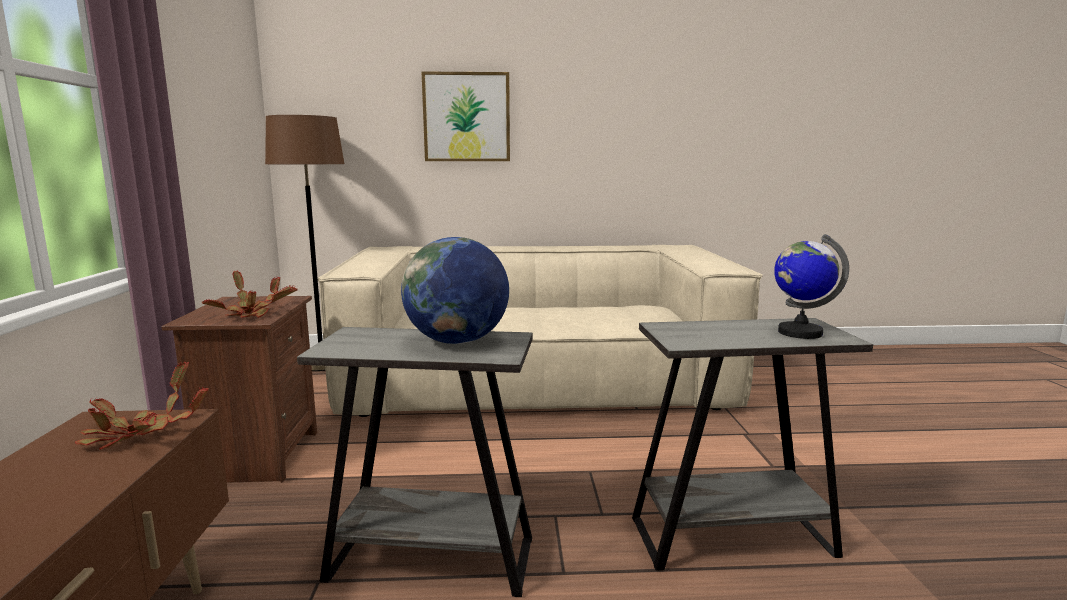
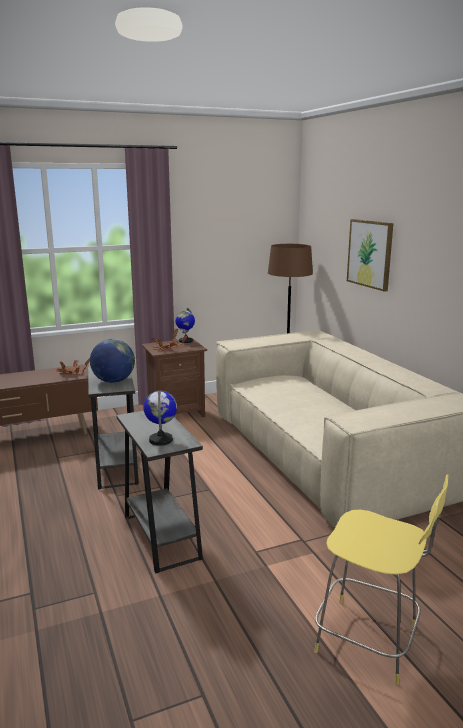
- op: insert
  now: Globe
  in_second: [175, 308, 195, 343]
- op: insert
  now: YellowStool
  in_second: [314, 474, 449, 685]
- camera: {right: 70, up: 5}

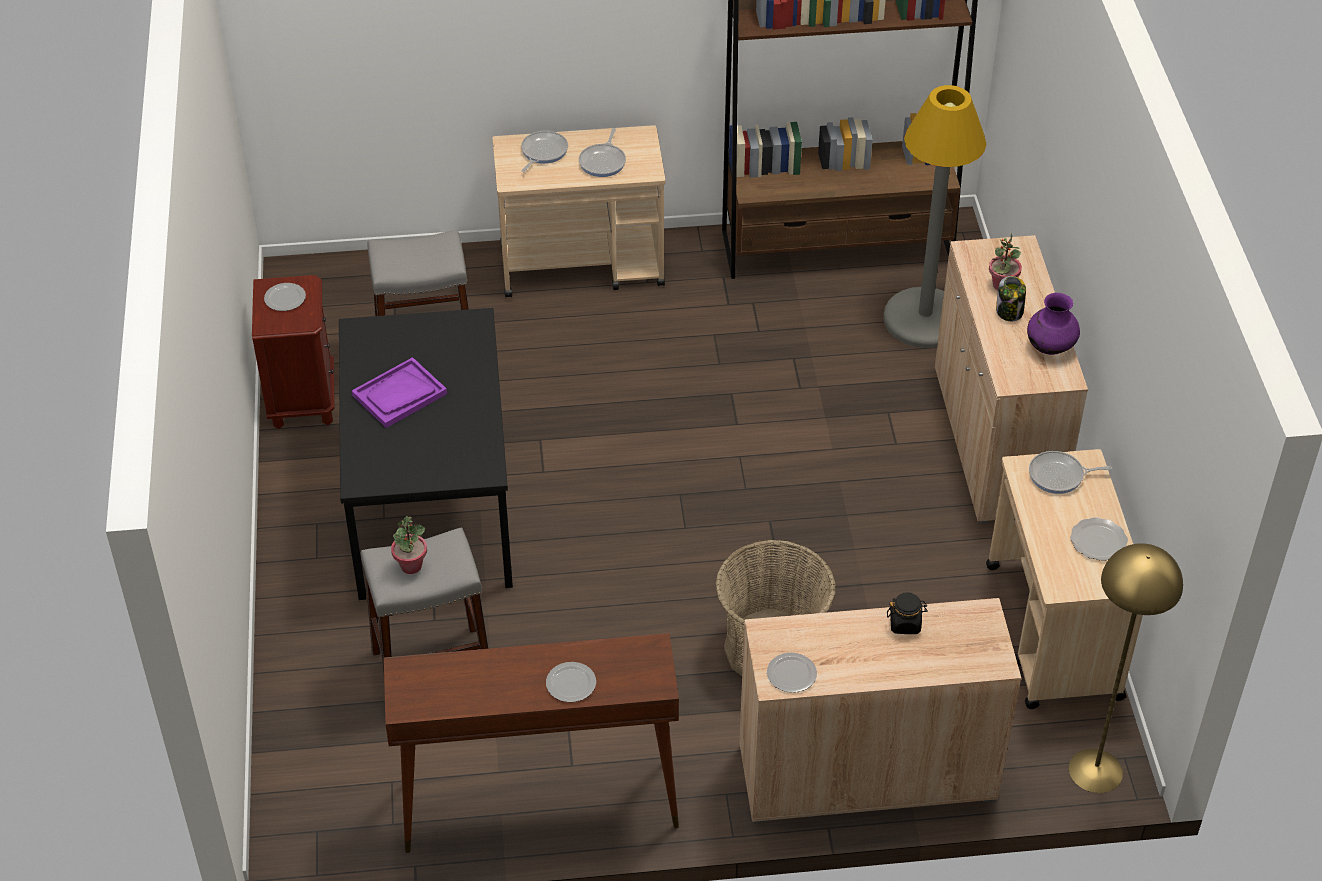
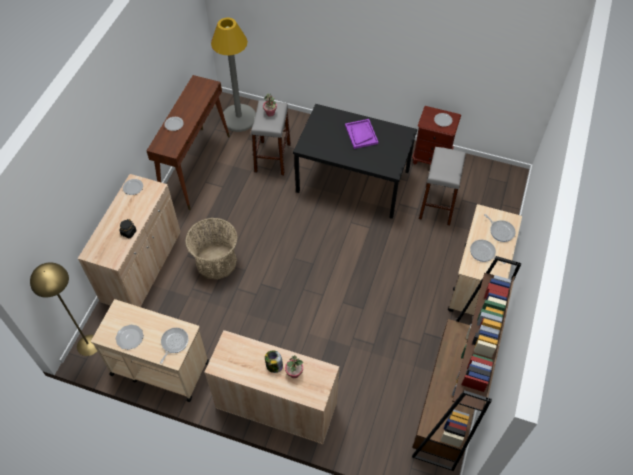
- op: move
  was: GreyFloorLamp
  in_first: [883, 85, 987, 348]
  in_second: [211, 18, 256, 132]
- op: delete
  was: PurpleVase
  in_first: [1027, 293, 1080, 355]
- camera: {right: 115, up: 10}

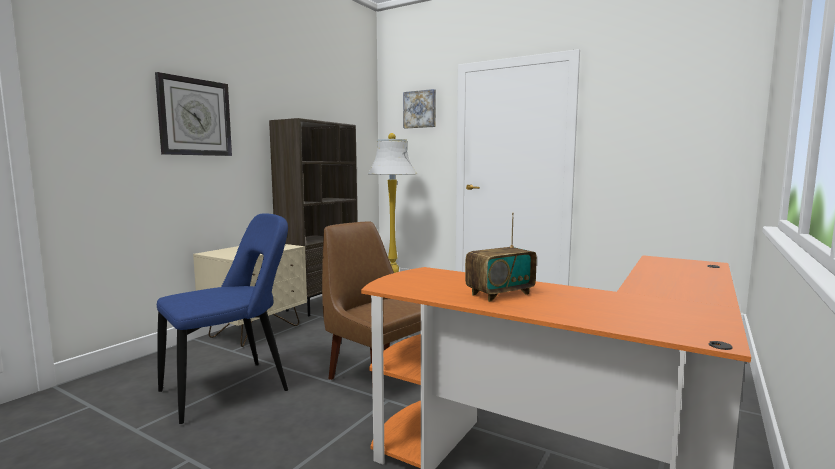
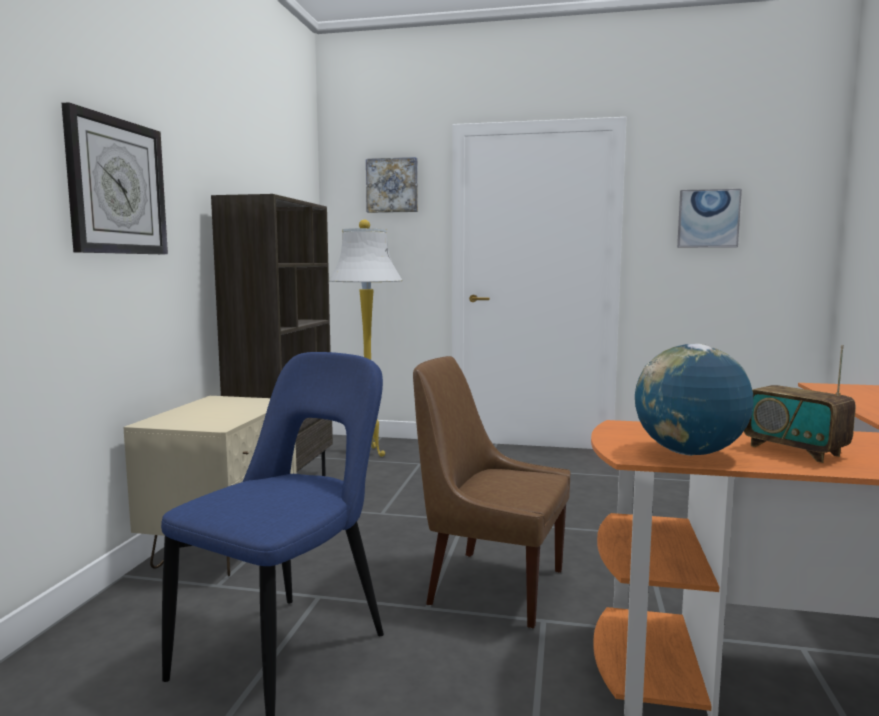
- op: rotate
  was: Radio
  in_first: [465, 213, 537, 302]
  in_second: [744, 345, 856, 463]
  clockwise: 105
- op: insert
  now: Globe
  in_second: [635, 344, 754, 455]
- op: insert
  now: Picture
  in_second: [677, 189, 742, 248]
- camera: {right: -20, up: 0}

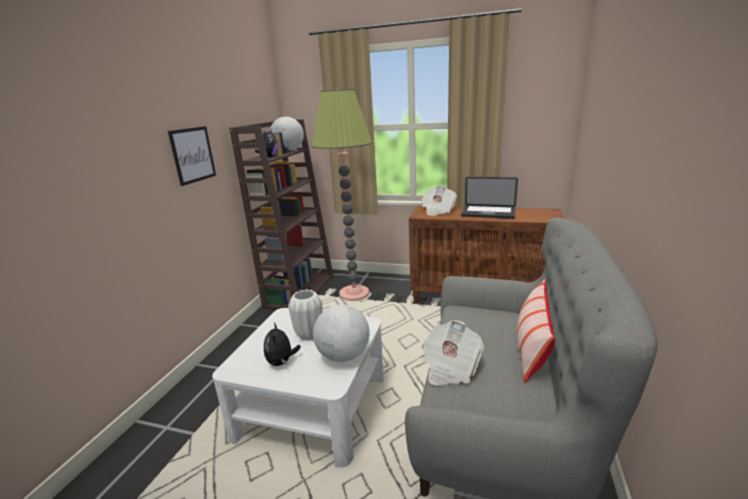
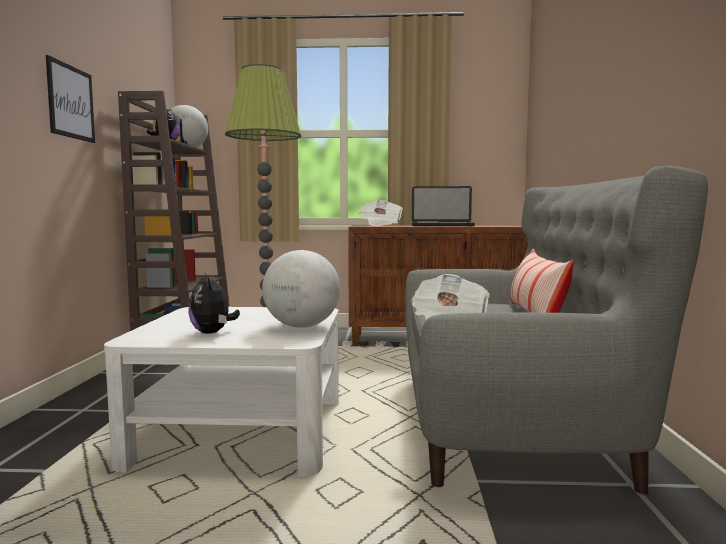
- op: delete
  was: WhiteVase
  in_first: [288, 290, 323, 341]
- camera: {right: -15, up: -15}

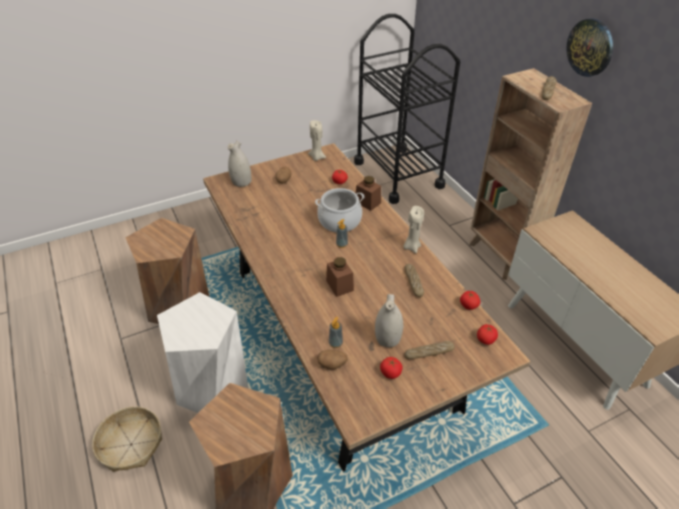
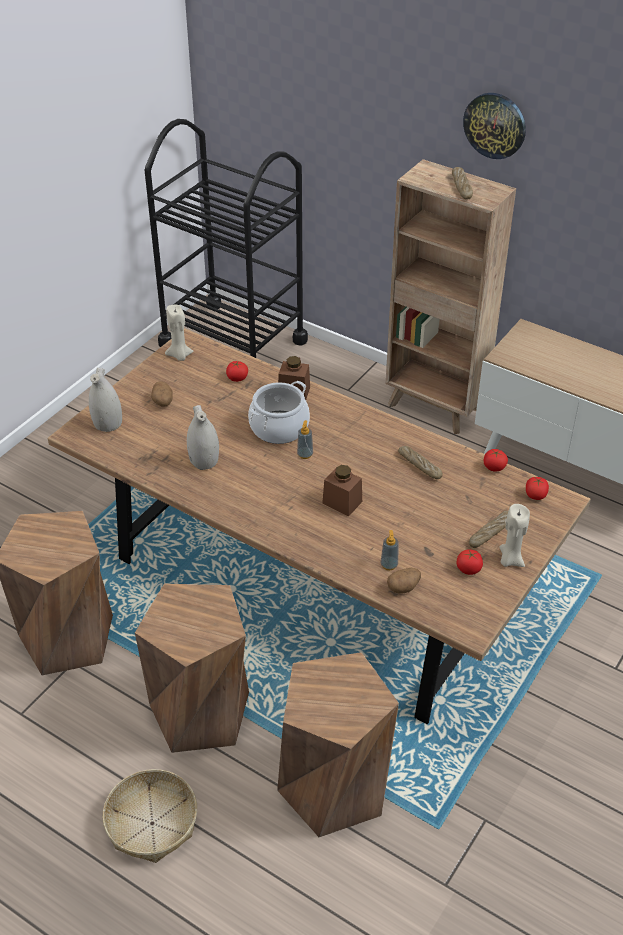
- op: recolor
  was: WhiteStool
  now: BrownStool
  in_first: [157, 292, 248, 413]
  in_second: [135, 584, 249, 753]
- op: move
  was: WhiteVase
  in_first: [375, 294, 403, 347]
  in_second: [187, 405, 219, 470]
- op: move
  was: BeigeCandle
  in_first: [404, 206, 424, 253]
  in_second: [499, 504, 530, 567]
- camera: {right: -30, up: 0}

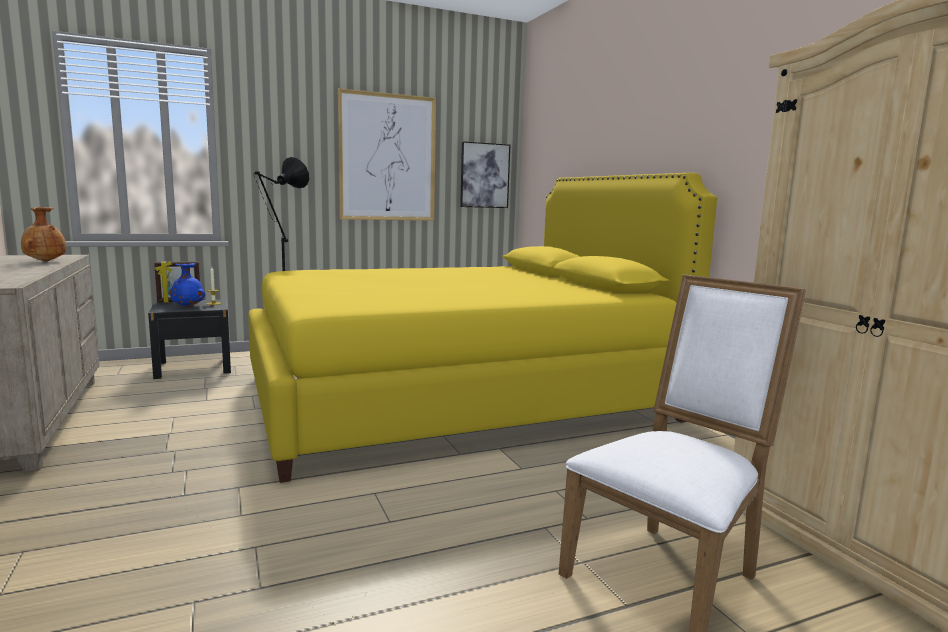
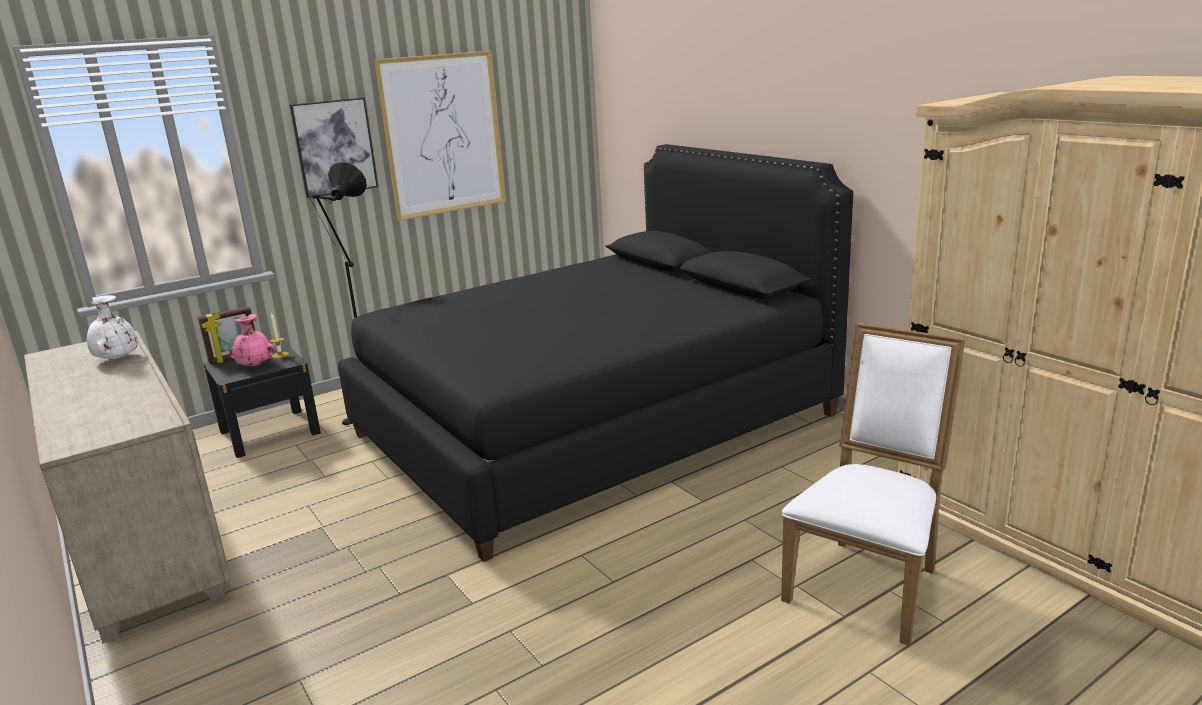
- op: recolor
  was: BrownVase
  now: WhiteVase
  in_first: [21, 207, 66, 262]
  in_second: [87, 295, 138, 359]
- op: recolor
  was: BlueVase
  now: PinkVase
  in_first: [169, 263, 205, 307]
  in_second: [229, 314, 275, 366]
- op: recolor
  was: YellowBed
  now: BlackBed
  in_first: [248, 173, 717, 483]
  in_second: [338, 144, 853, 562]
- op: move
  was: Picture
  in_first: [460, 141, 510, 208]
  in_second: [290, 97, 378, 198]
- camera: {right: -10, up: 10}

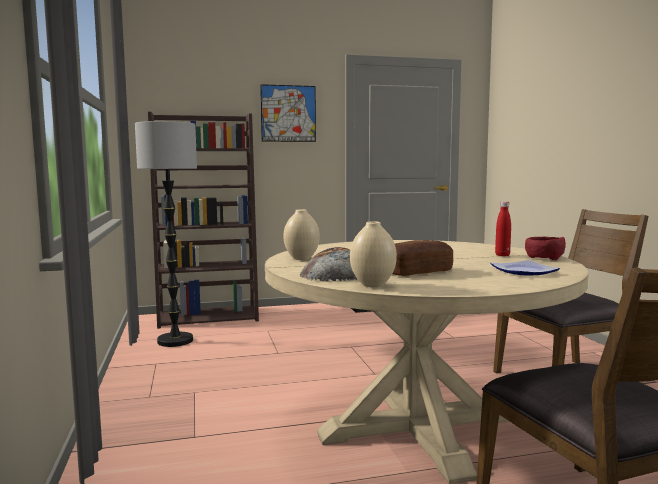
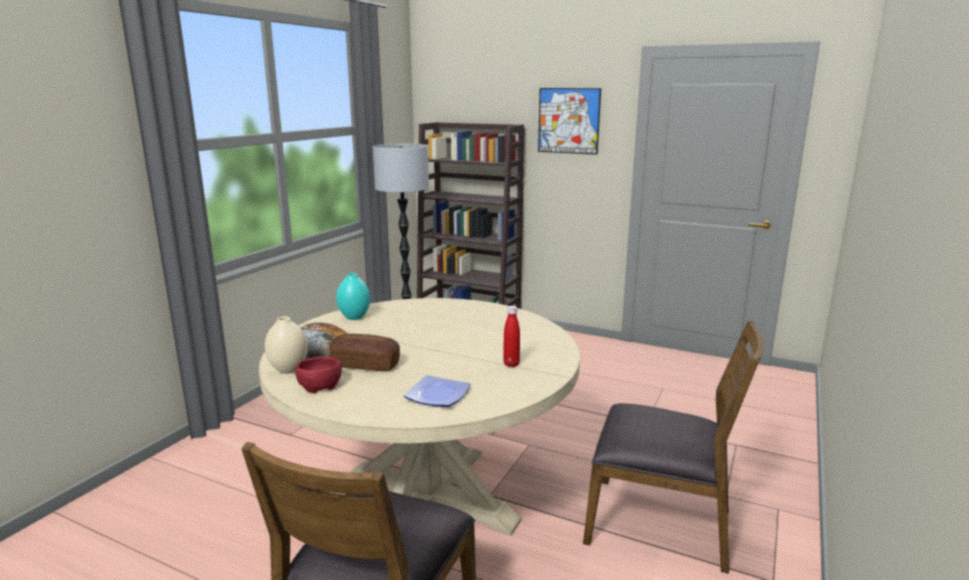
- op: recolor
  was: BeigeVase
  now: TurquoiseVase
  in_first: [283, 209, 320, 260]
  in_second: [336, 273, 370, 320]
- op: move
  was: RedBowl
  in_first: [525, 237, 566, 260]
  in_second: [295, 357, 342, 393]
- camera: {right: 40, up: 10}

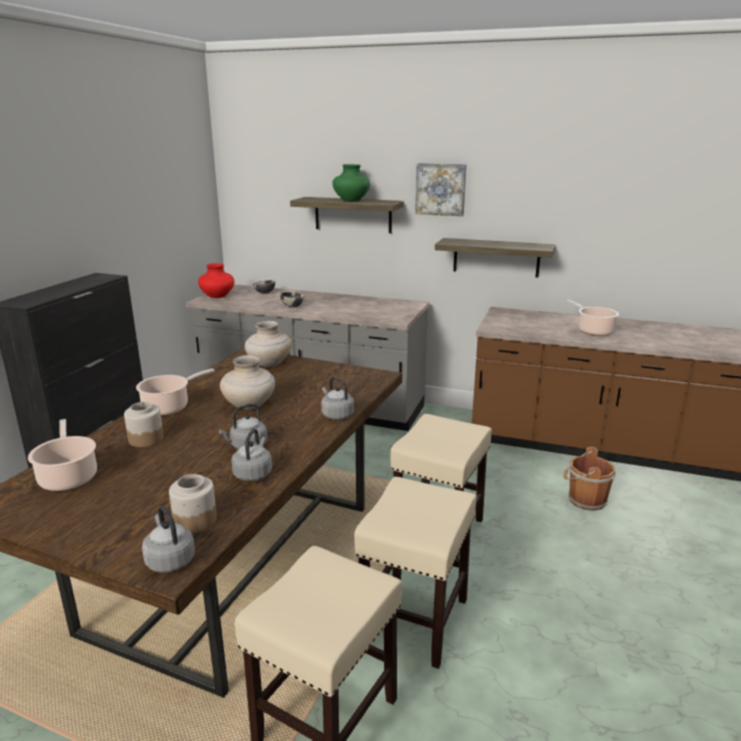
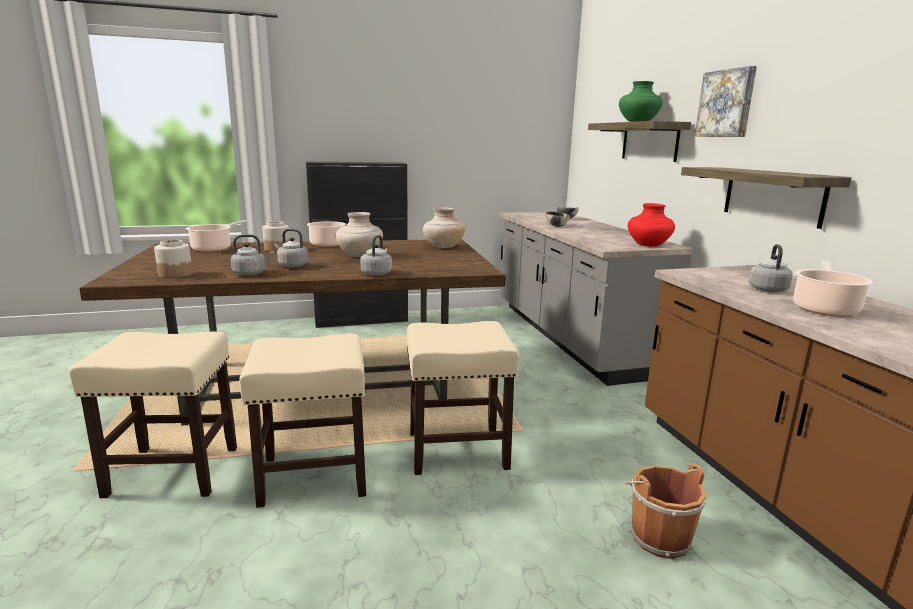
- op: move
  was: GreyKettle
  in_first: [142, 506, 195, 573]
  in_second: [749, 244, 793, 292]
- op: move
  was: RedVase
  in_first: [198, 263, 234, 298]
  in_second: [628, 203, 675, 247]
- camera: {right: 55, up: -5}

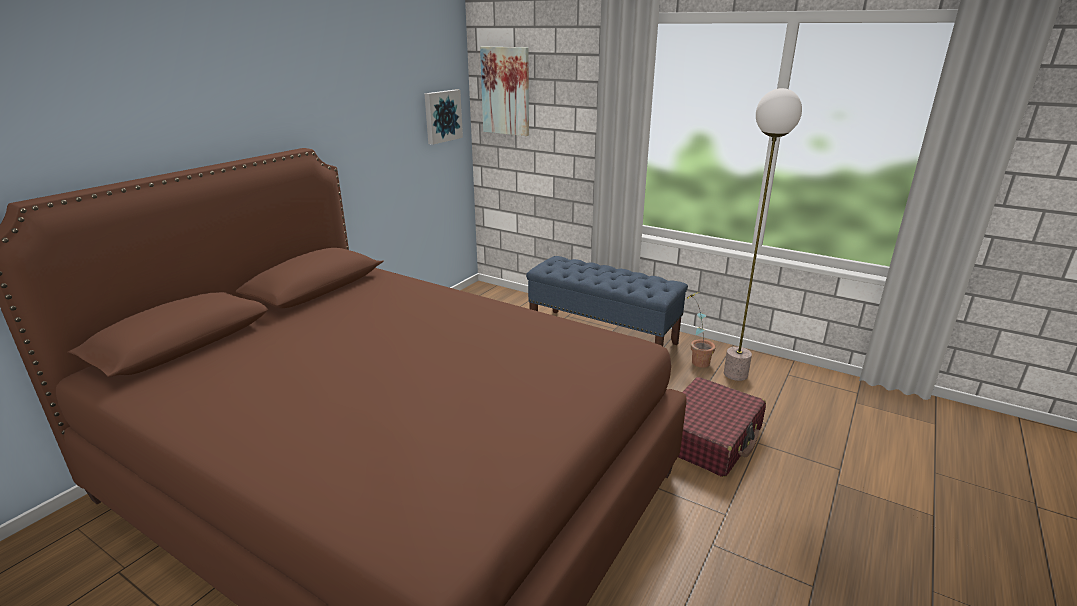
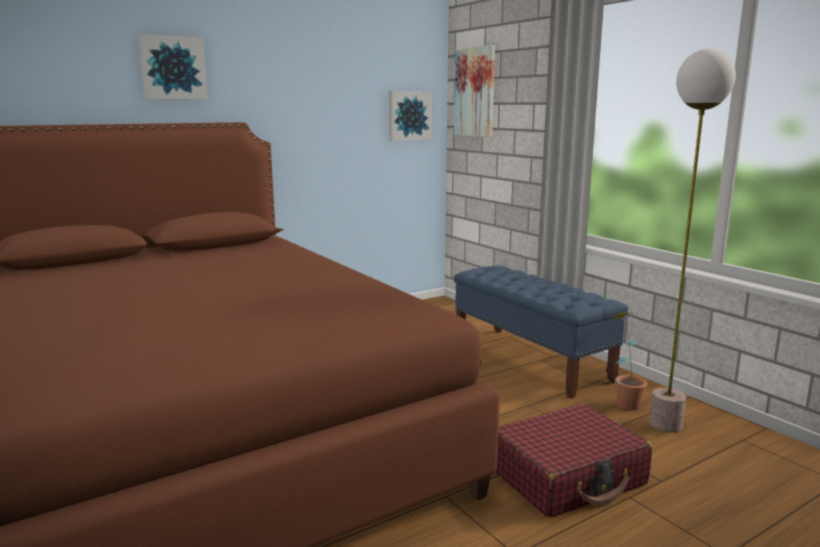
- op: insert
  now: Picture
  in_second: [138, 34, 208, 99]
- camera: {right: 25, up: -10}

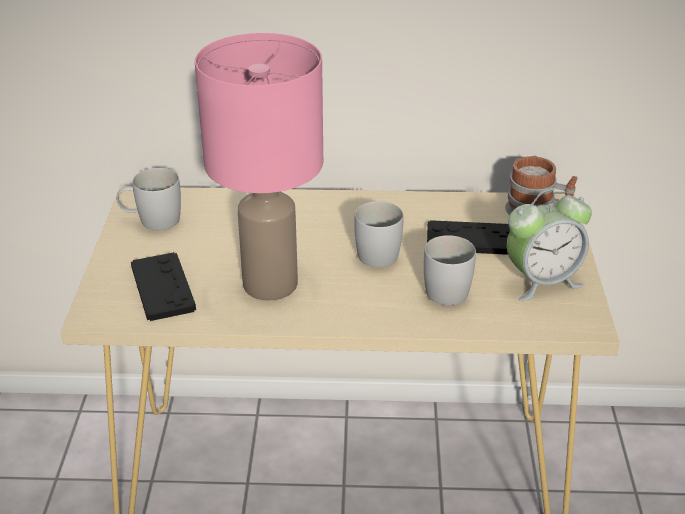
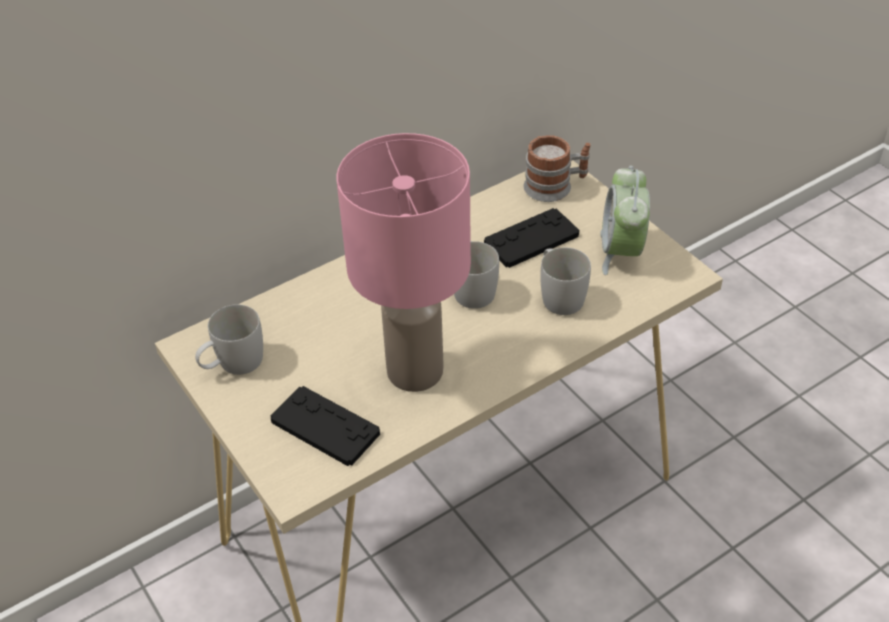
- op: rotate
  was: AlarmClock
  in_first: [507, 187, 592, 301]
  in_second: [600, 166, 650, 275]
  clockwise: 150
- camera: {right: -35, up: 10}

